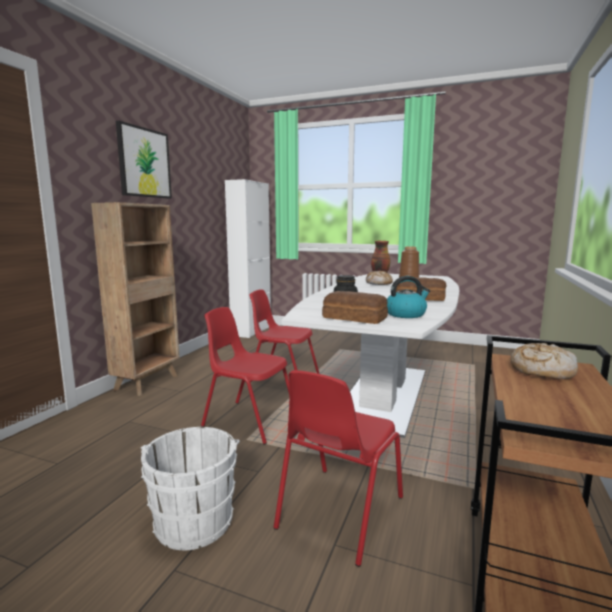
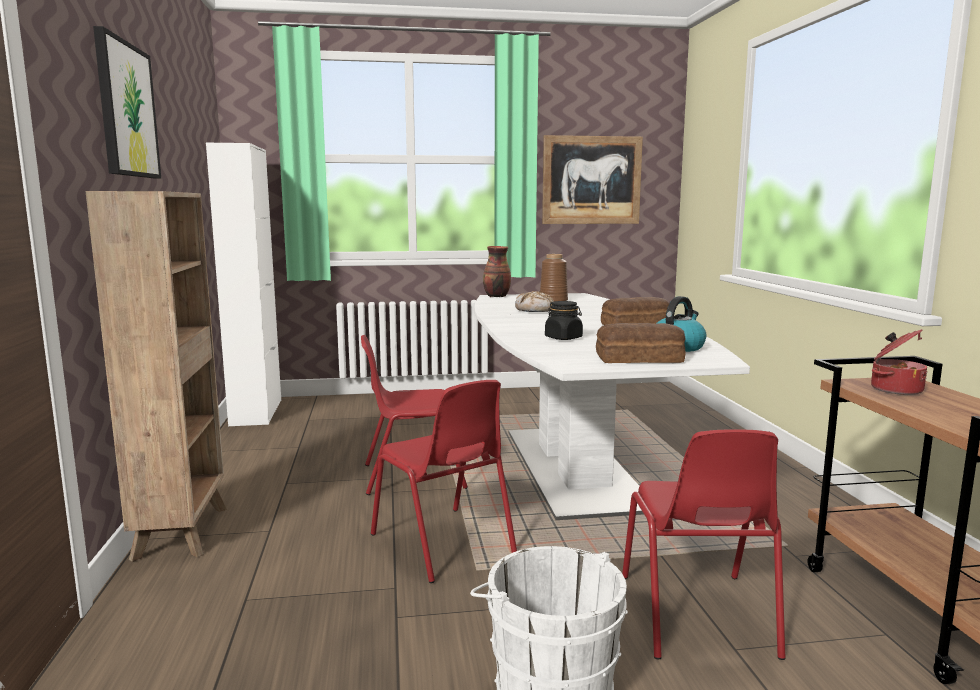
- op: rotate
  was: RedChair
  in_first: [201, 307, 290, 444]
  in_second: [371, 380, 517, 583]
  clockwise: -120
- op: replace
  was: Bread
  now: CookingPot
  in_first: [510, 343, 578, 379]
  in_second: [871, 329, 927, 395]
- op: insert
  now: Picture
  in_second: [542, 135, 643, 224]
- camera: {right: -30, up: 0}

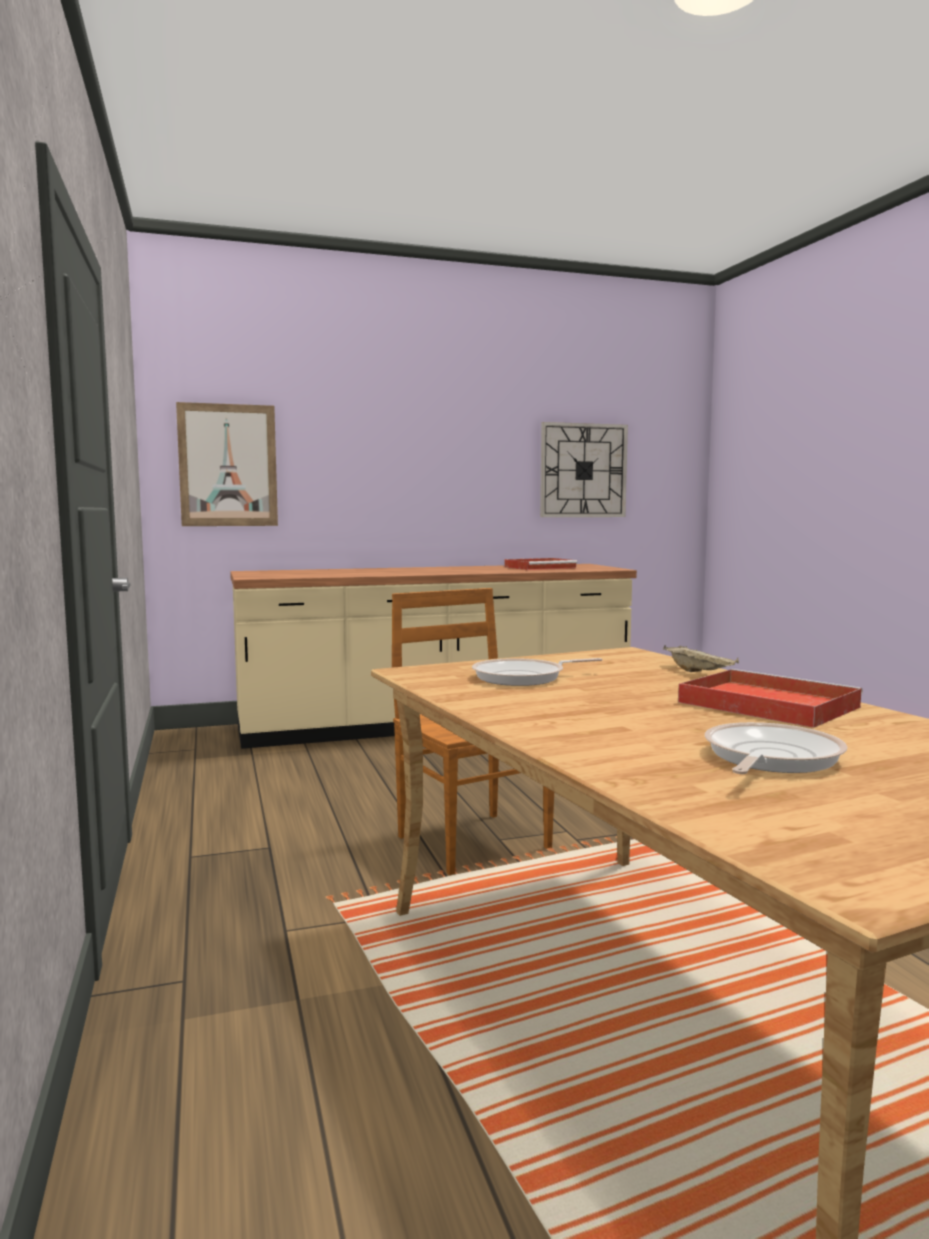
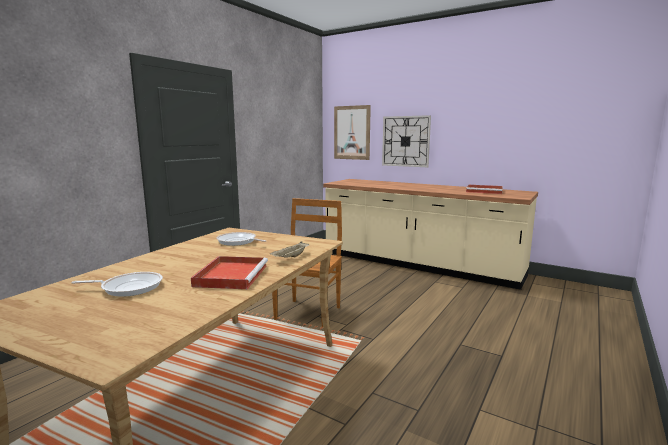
- op: move
  was: WallClock
  in_first: [540, 422, 628, 517]
  in_second: [382, 115, 431, 167]
- camera: {right: 50, up: 5}

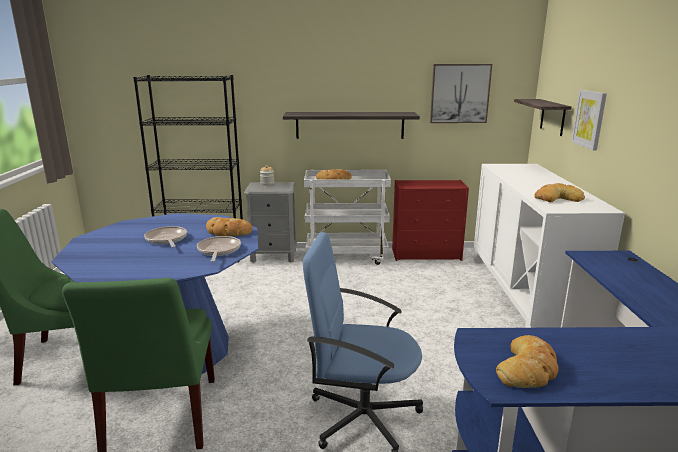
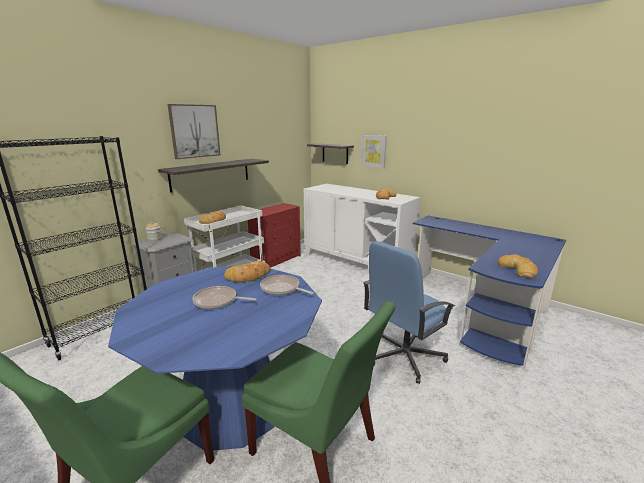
- op: move
  was: Picture
  in_first: [430, 64, 492, 123]
  in_second: [167, 104, 220, 159]
- camera: {right: -50, up: 0}

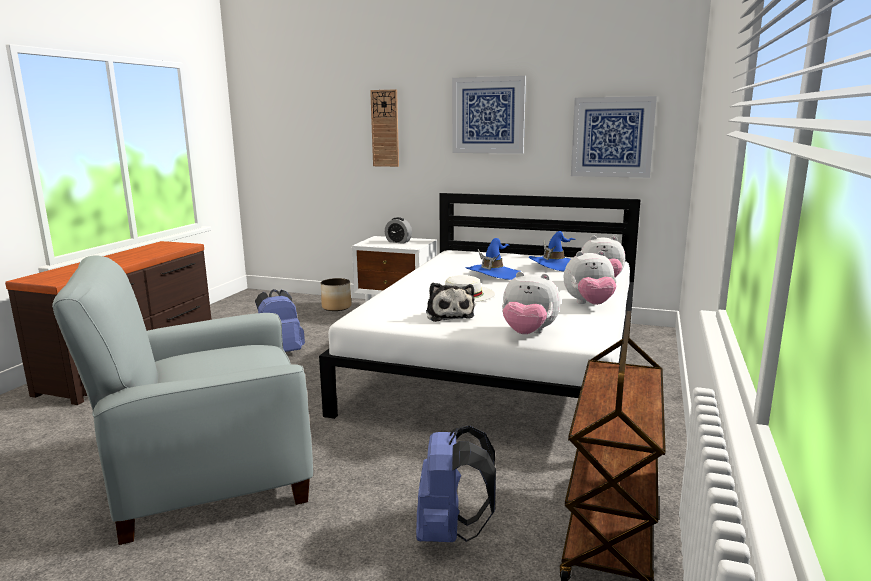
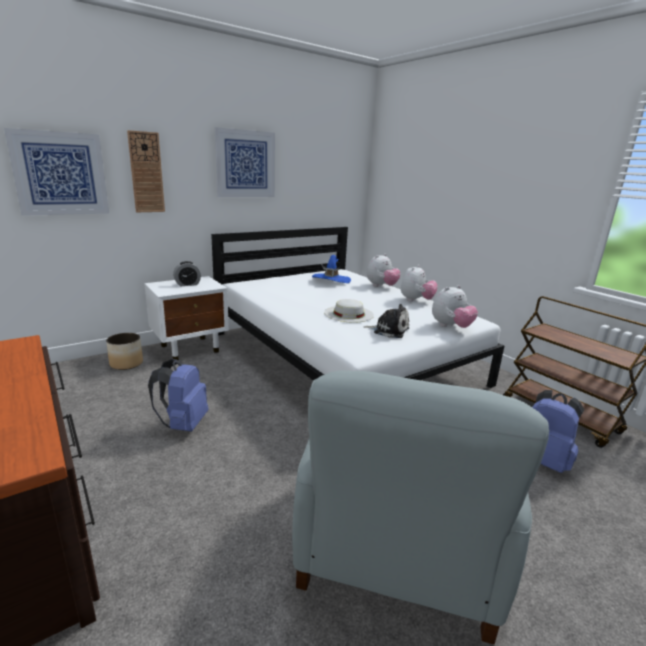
- op: delete
  was: BlueHat
  in_first: [465, 238, 522, 280]
- op: move
  was: Picture
  in_first: [571, 96, 657, 178]
  in_second: [4, 128, 109, 216]
- camera: {right: -55, up: 5}

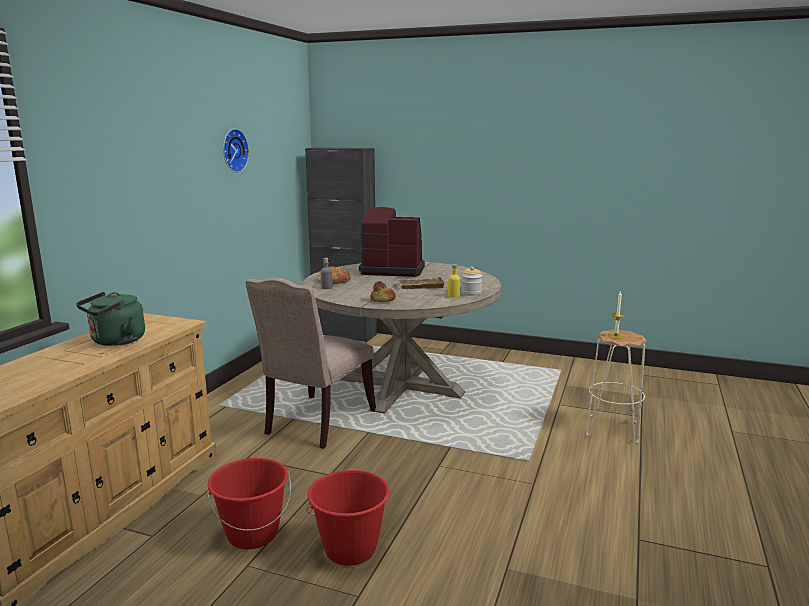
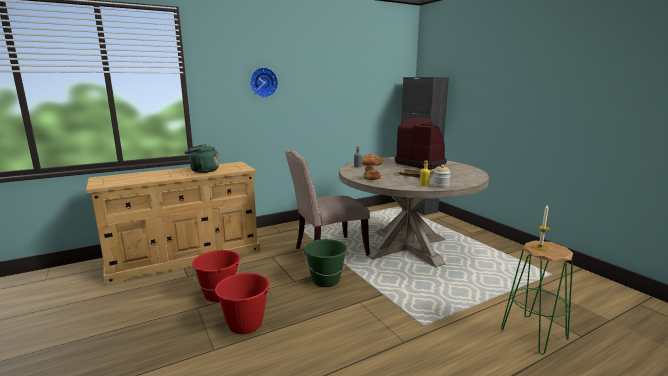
- op: move
  was: WallClock
  in_first: [223, 129, 249, 173]
  in_second: [250, 67, 278, 98]
- op: recolor
  was: BeigeStool
  now: GreenStool
  in_first: [586, 329, 647, 443]
  in_second: [501, 241, 573, 355]
- op: insert
  now: GreenBucket
  in_second: [303, 239, 349, 287]
- camera: {right: 40, up: 0}

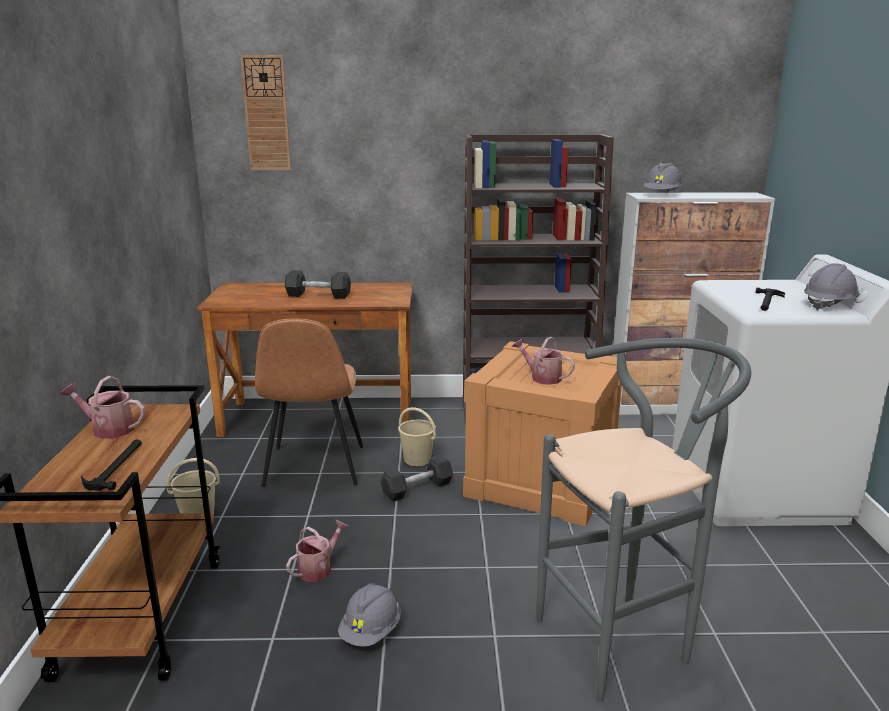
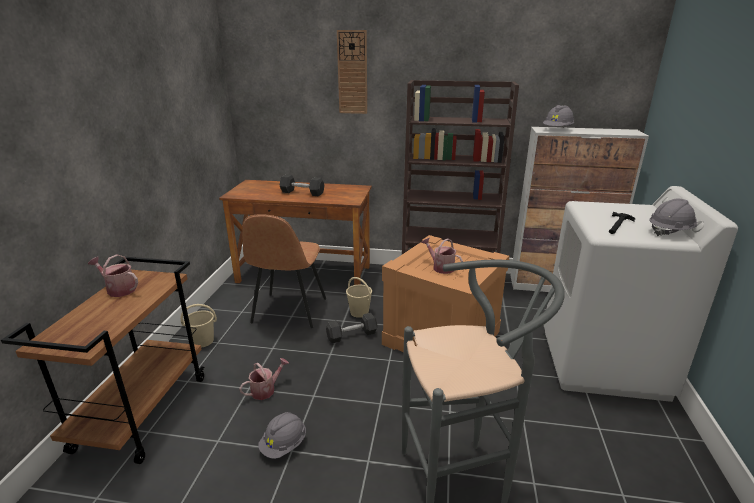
- op: delete
  was: Hammer
  in_first: [81, 439, 142, 491]
- op: move
  was: WallClock
  in_first: [240, 55, 291, 170]
  in_second: [337, 30, 367, 114]
- camera: {right: 10, up: 5}

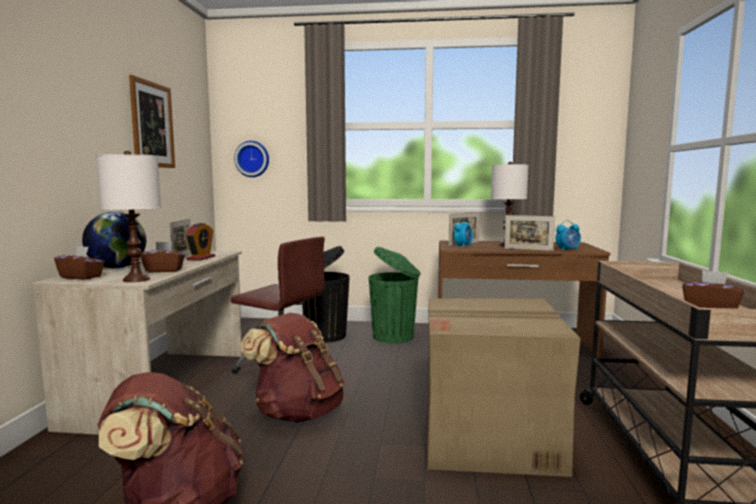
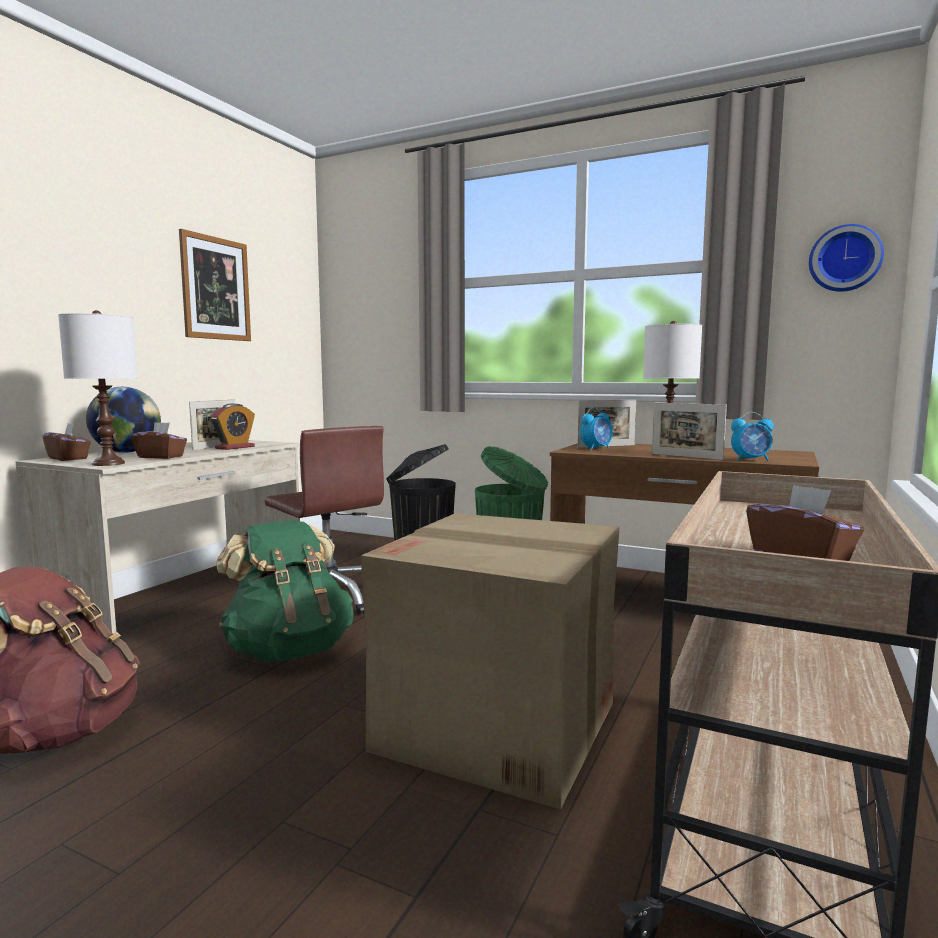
- op: move
  was: WallClock
  in_first: [234, 141, 269, 177]
  in_second: [809, 224, 884, 292]
- op: recolor
  was: BrownBackpack
  now: GreenBackpack
  in_first: [240, 313, 344, 423]
  in_second: [216, 520, 354, 661]
- camera: {right: 20, up: 0}

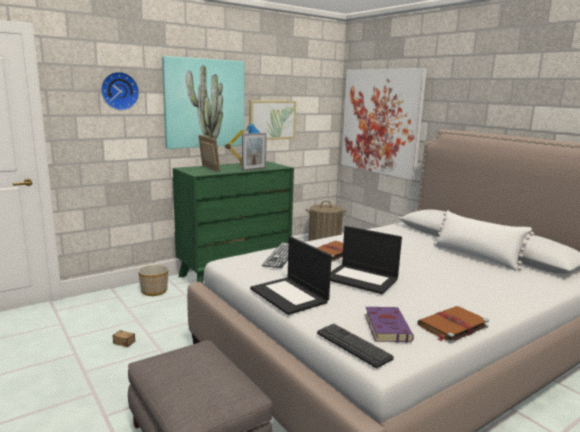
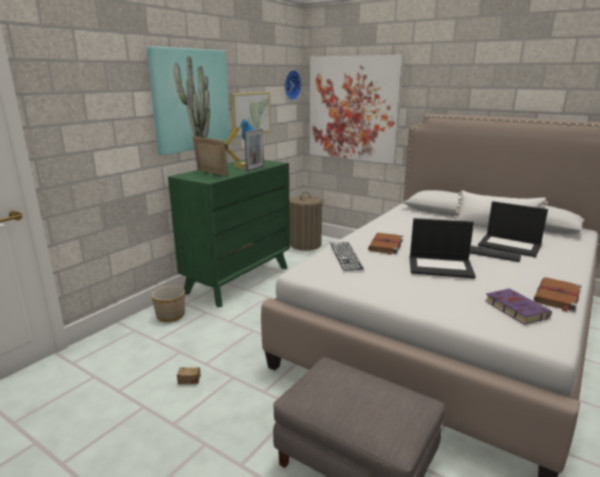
- op: move
  was: WallClock
  in_first: [101, 72, 139, 110]
  in_second: [285, 70, 301, 101]
- op: move
  was: Laptop
  in_first: [250, 236, 332, 315]
  in_second: [478, 201, 548, 257]
- op: move
  was: Keyboard
  in_first: [317, 324, 394, 368]
  in_second: [470, 245, 521, 262]
- camera: {right: -20, up: 5}

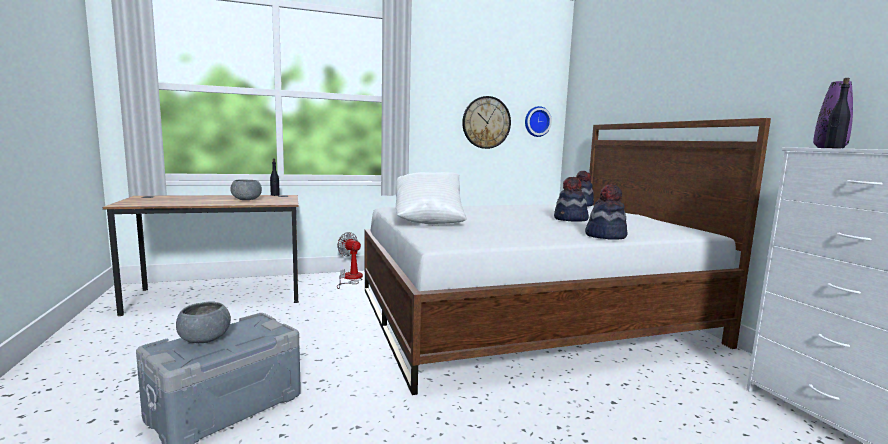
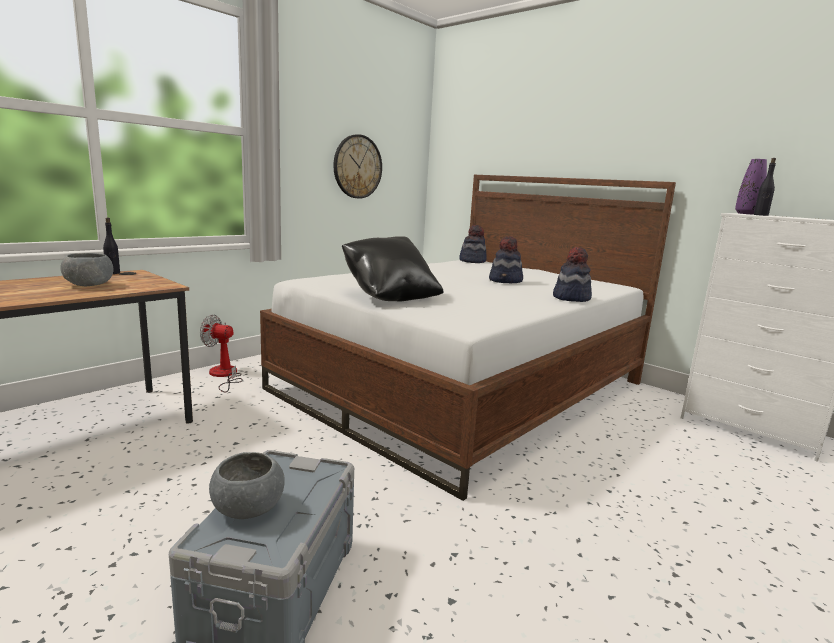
- op: recolor
  was: WhitePillow
  now: BlackPillow
  in_first: [396, 172, 466, 224]
  in_second: [342, 236, 444, 301]
- op: delete
  was: WallClock
  in_first: [525, 106, 552, 137]
- camera: {right: -30, up: 5}

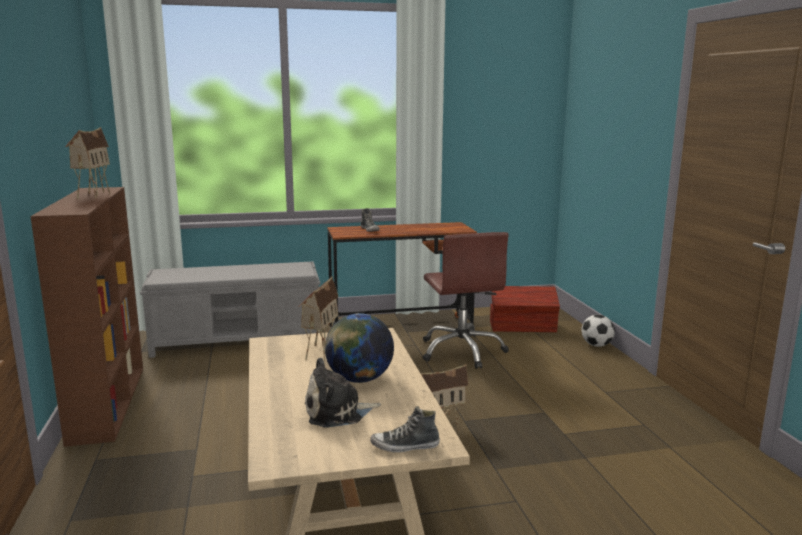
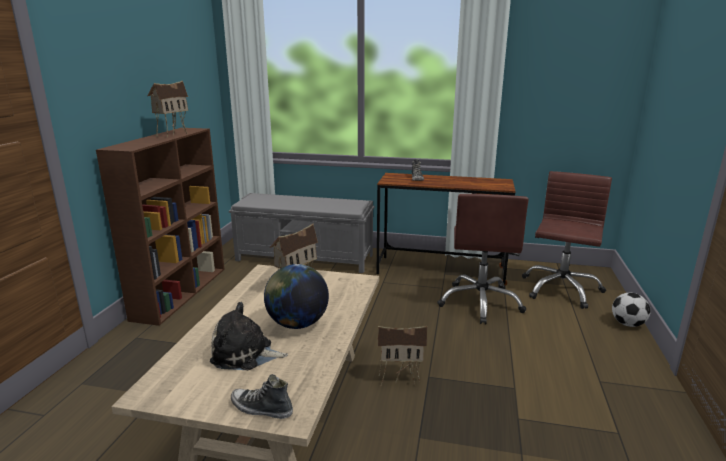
- op: replace
  was: BrownStorageBox
  now: BrownOfficeChair
  in_first: [490, 286, 560, 332]
  in_second: [522, 171, 612, 309]
- camera: {right: 25, up: 5}

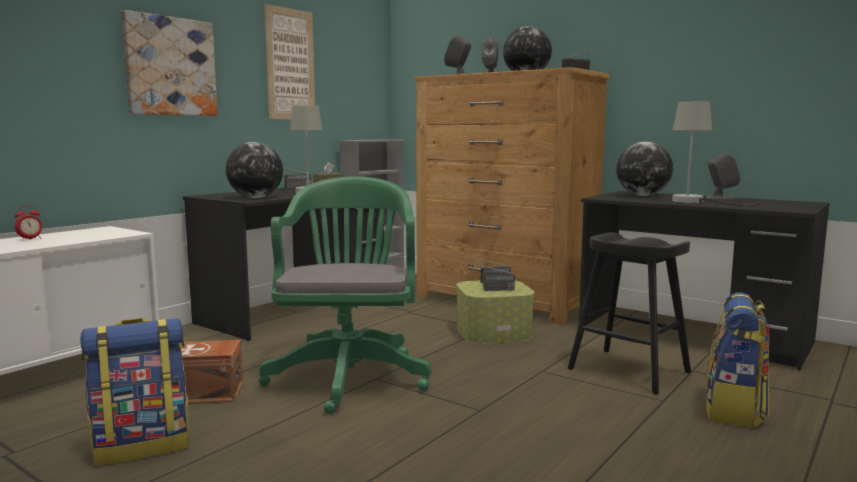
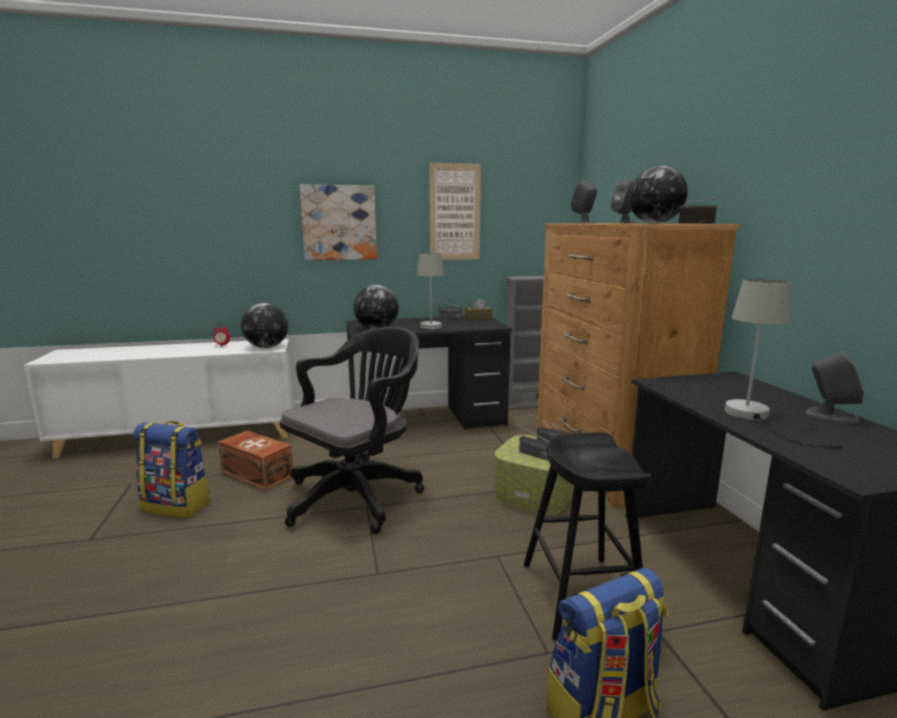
- op: recolor
  was: GreenOfficeChair
  now: BlackOfficeChair
  in_first: [258, 176, 431, 414]
  in_second: [280, 327, 424, 534]
- op: move
  was: Globe
  in_first: [616, 142, 673, 196]
  in_second: [241, 303, 288, 348]
- camera: {right: 40, up: 5}

